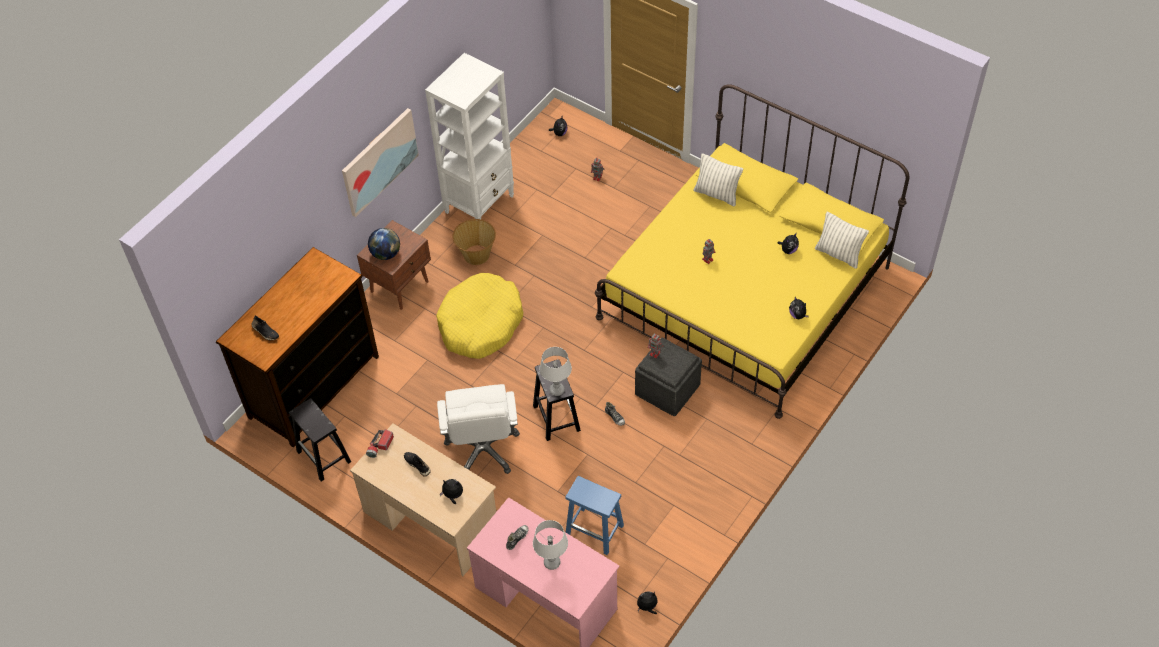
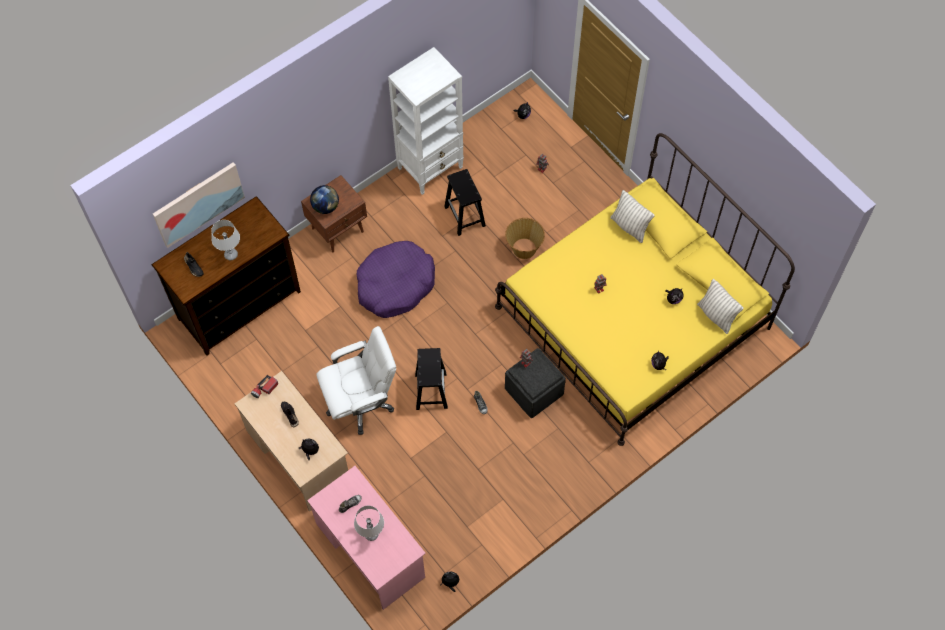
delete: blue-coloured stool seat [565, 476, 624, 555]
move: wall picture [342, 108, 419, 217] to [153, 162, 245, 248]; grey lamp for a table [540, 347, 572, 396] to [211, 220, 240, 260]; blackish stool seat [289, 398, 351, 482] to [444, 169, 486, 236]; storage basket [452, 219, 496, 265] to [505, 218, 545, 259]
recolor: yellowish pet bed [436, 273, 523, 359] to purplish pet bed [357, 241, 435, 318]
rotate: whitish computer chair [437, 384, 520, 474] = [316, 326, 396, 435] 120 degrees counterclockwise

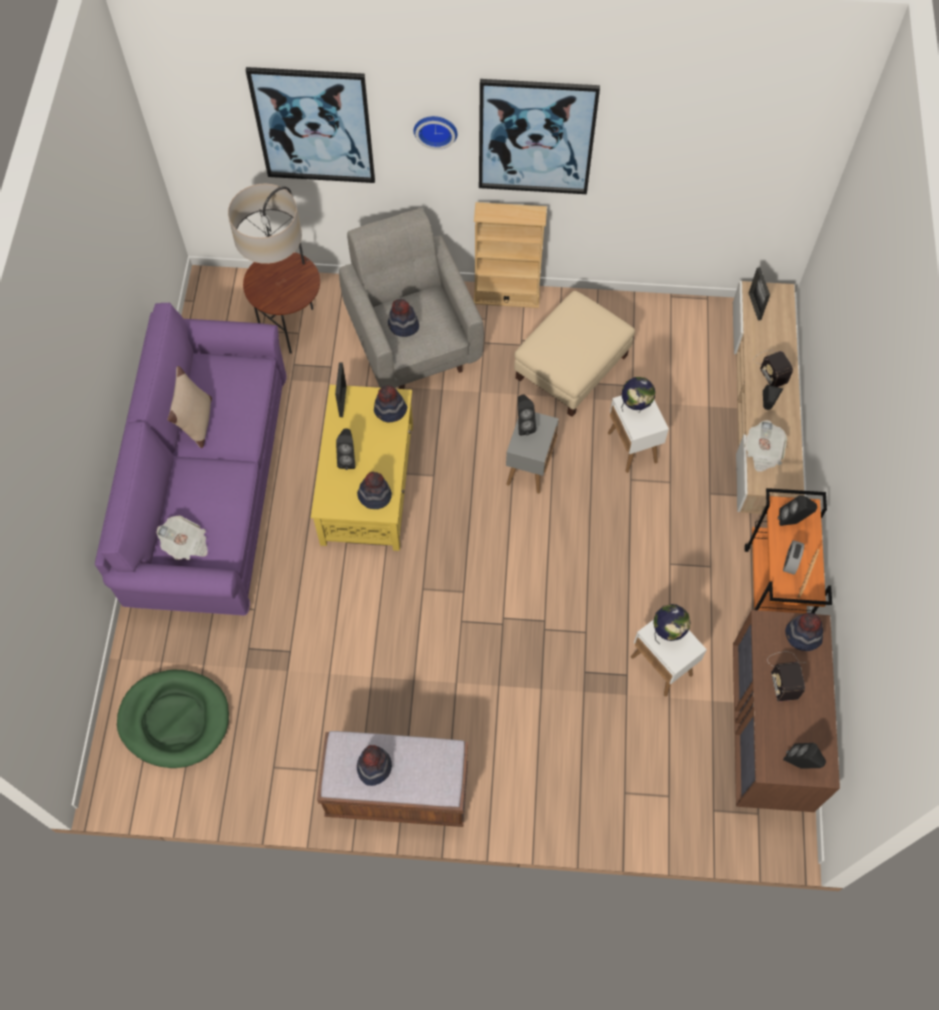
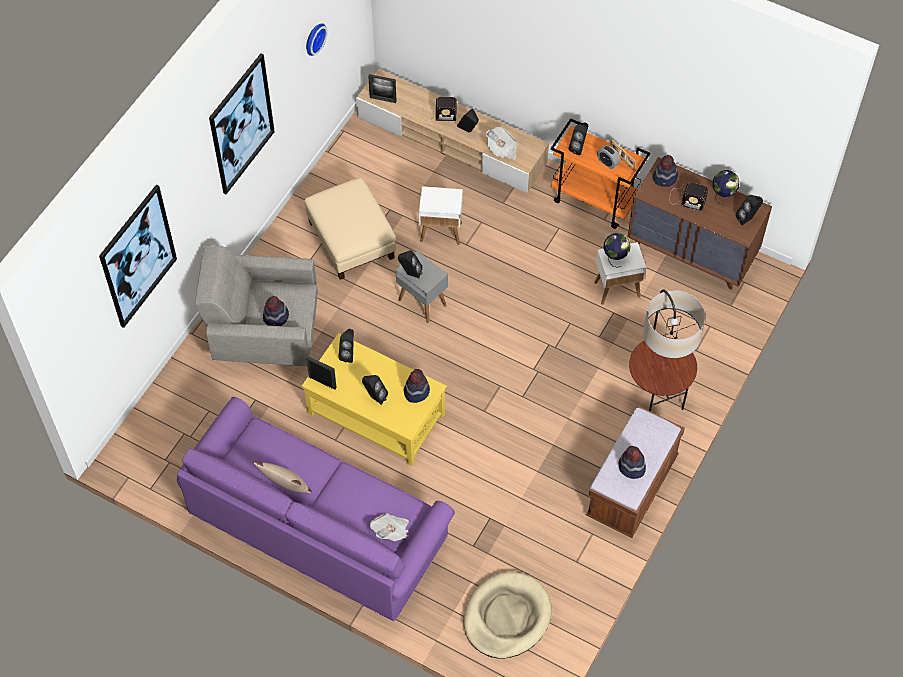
delete: sand-coloured shelving unit [474, 202, 547, 308]
move: wall clock [414, 116, 458, 150] to [306, 23, 328, 56]; standing lamp [228, 183, 320, 354] to [629, 289, 705, 412]; desk globe [621, 377, 655, 413] to [713, 170, 739, 205]
replace: hat [374, 385, 407, 423] to blackish audio speaker [338, 329, 354, 363]
recolor: green-coloured pet bed [117, 670, 229, 768] to sand-coloured pet bed [463, 571, 552, 659]

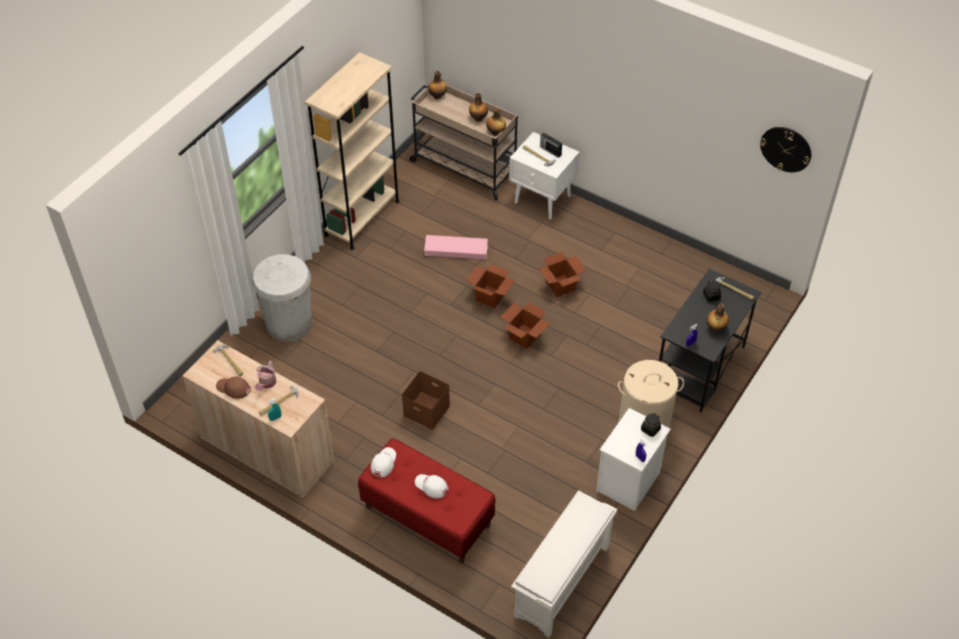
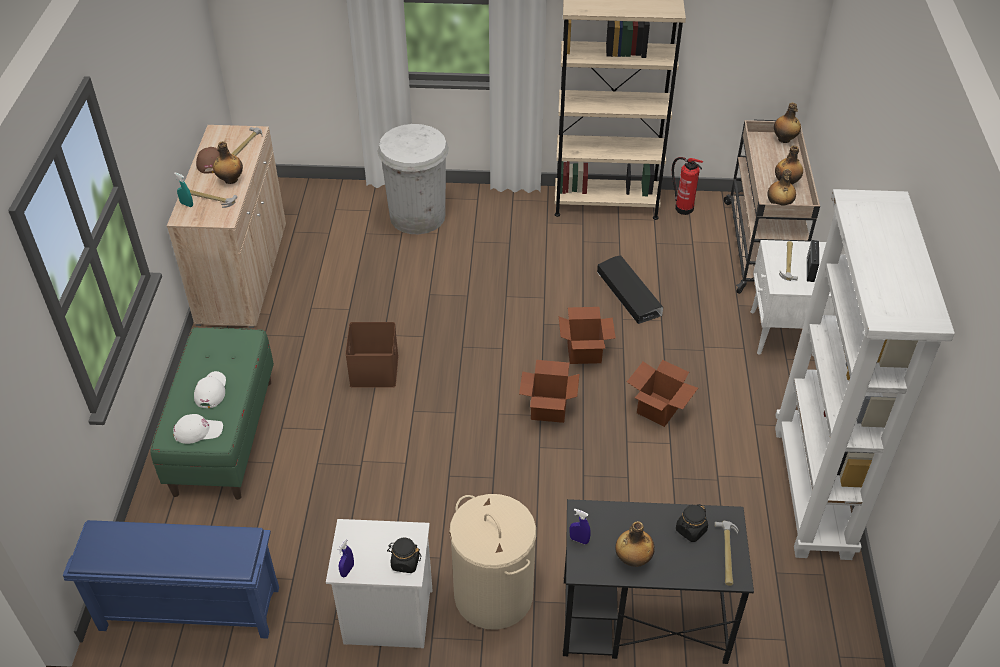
delete: wall clock [760, 127, 811, 172]
insert: fire extinguisher [672, 157, 703, 215]; whitish shelving unit [775, 189, 955, 560]
move: whitish cap [371, 447, 396, 477] to [173, 414, 223, 444]
replace: watering pot [255, 361, 276, 391] to drink bottle [213, 141, 243, 184]
recolor: whitish shoe rack [511, 490, 617, 638] to blue-coloured shoe rack [63, 520, 279, 639]; reddish indoor bench [358, 438, 495, 563] to green-coloured indoor bench [150, 327, 274, 500]; pinkish storage bin [424, 235, 488, 260] to blackish storage bin [597, 255, 663, 324]

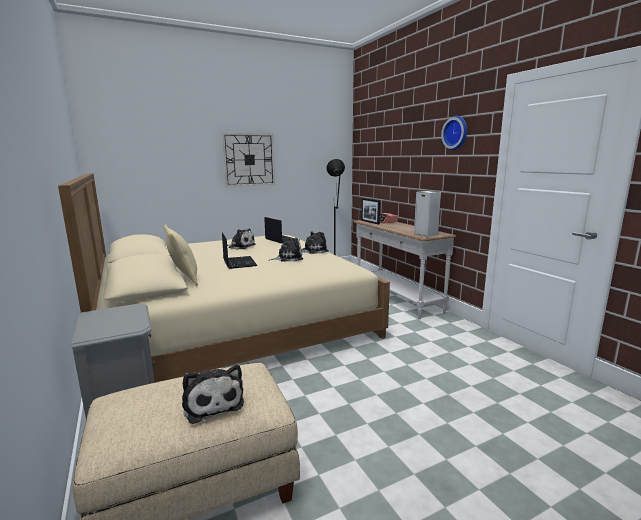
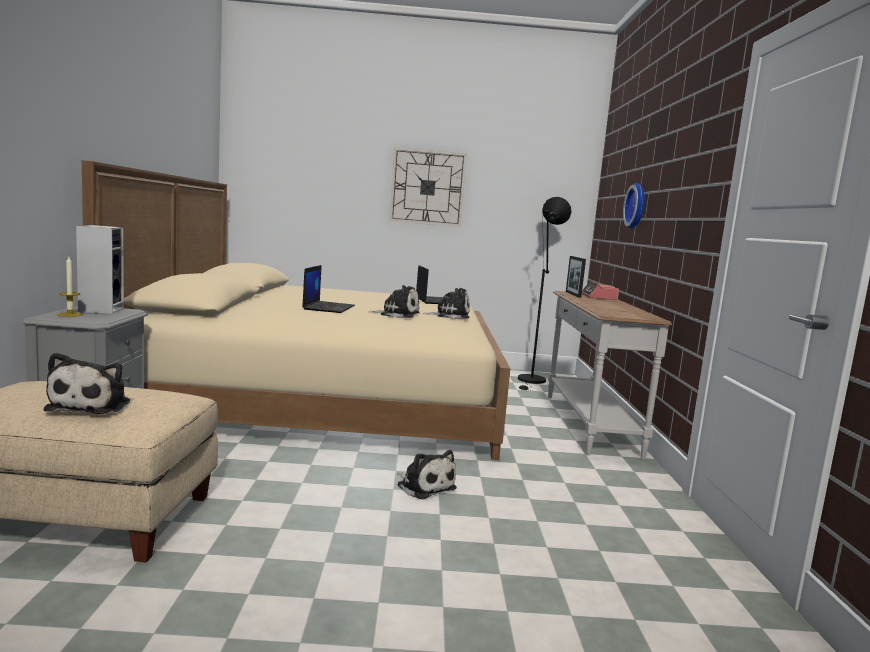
delete: sand-coloured throw pillow [164, 224, 198, 286]
insert: wax candle [57, 257, 83, 317]
move: audio speaker [414, 191, 441, 237] to [76, 225, 124, 314]; cuddly toy [227, 229, 256, 250] to [397, 450, 457, 500]; wall clock [441, 116, 467, 150] to [623, 183, 645, 229]

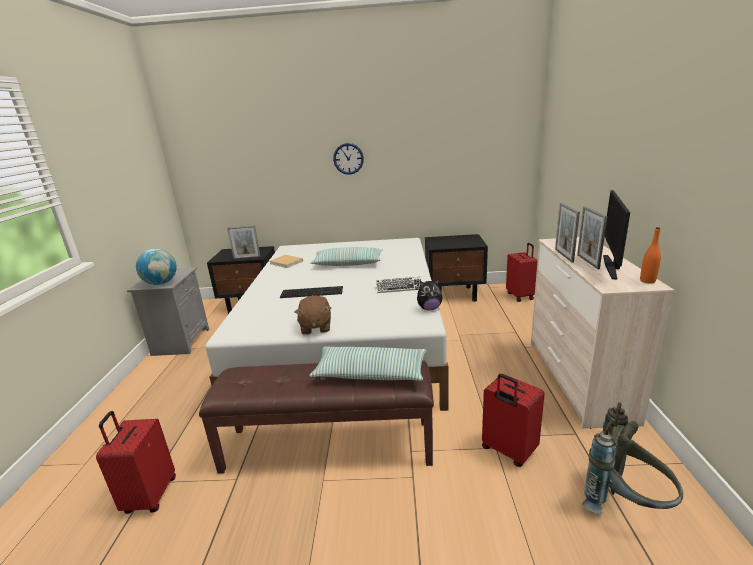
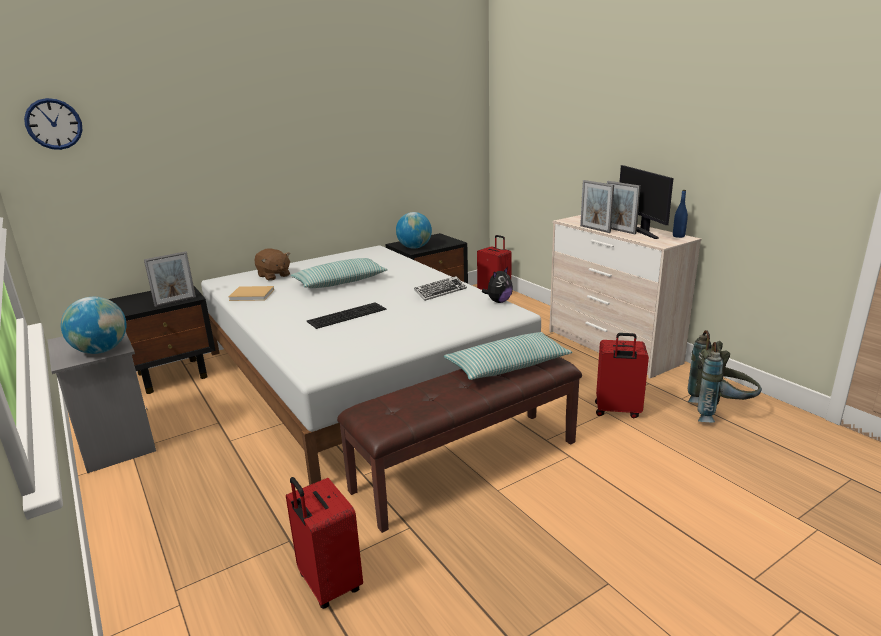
insert: desk globe [396, 212, 432, 249]
move: wall clock [333, 143, 364, 175] to [24, 98, 82, 150]; brown-coloured cuddly toy [294, 295, 331, 335] to [255, 249, 290, 281]
recolor: orangey drink bottle [640, 227, 661, 283] to blue-coloured drink bottle [673, 190, 688, 238]

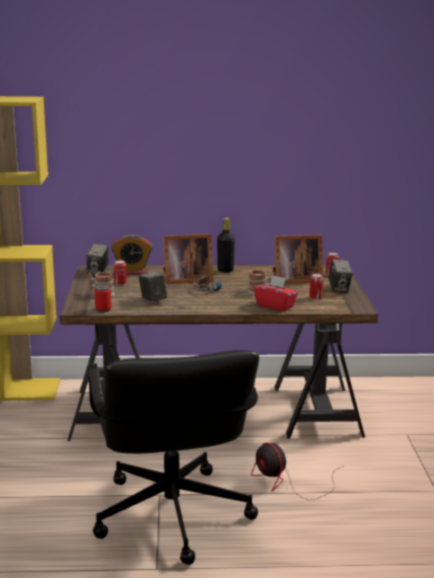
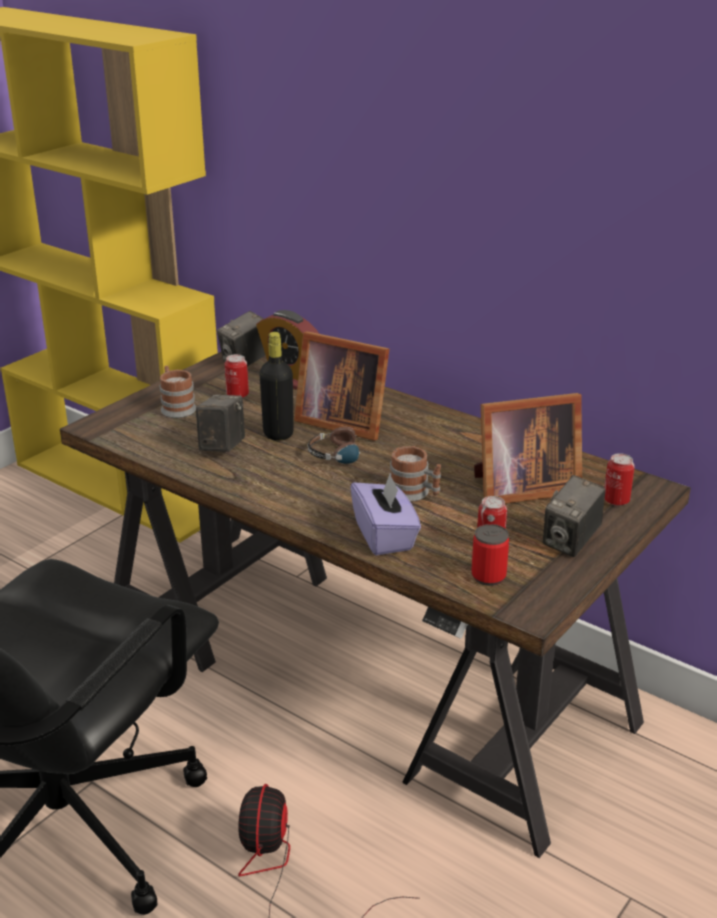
move: blackish drink bottle [217, 218, 235, 273] to [259, 332, 294, 441]; can [95, 284, 112, 312] to [471, 524, 509, 586]
recolor: reddish tissue holder [254, 275, 298, 311] to purplish tissue holder [350, 474, 421, 556]
rotate: photo frame [273, 235, 323, 284] = [474, 393, 582, 504] 45 degrees counterclockwise

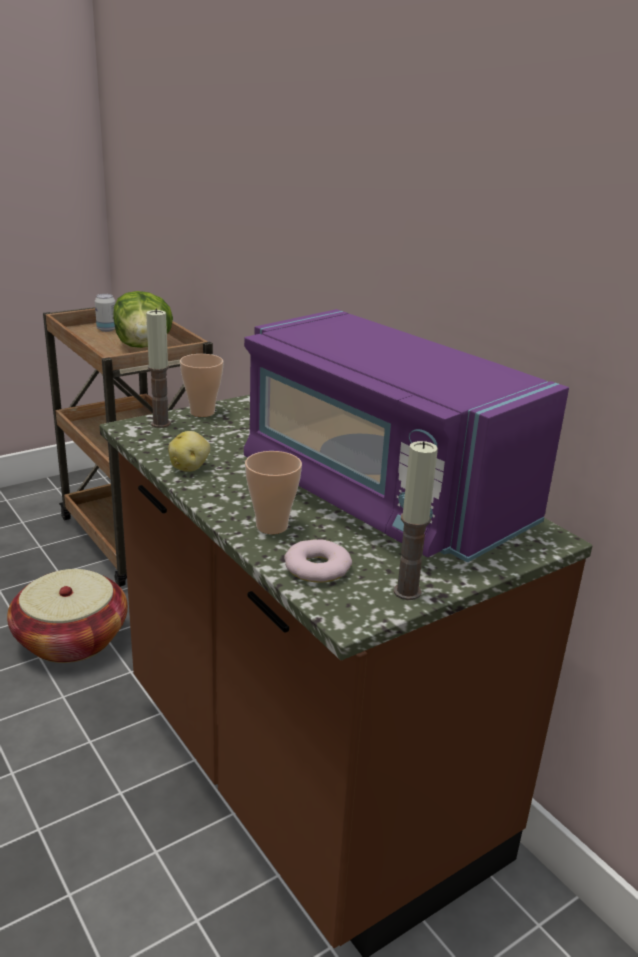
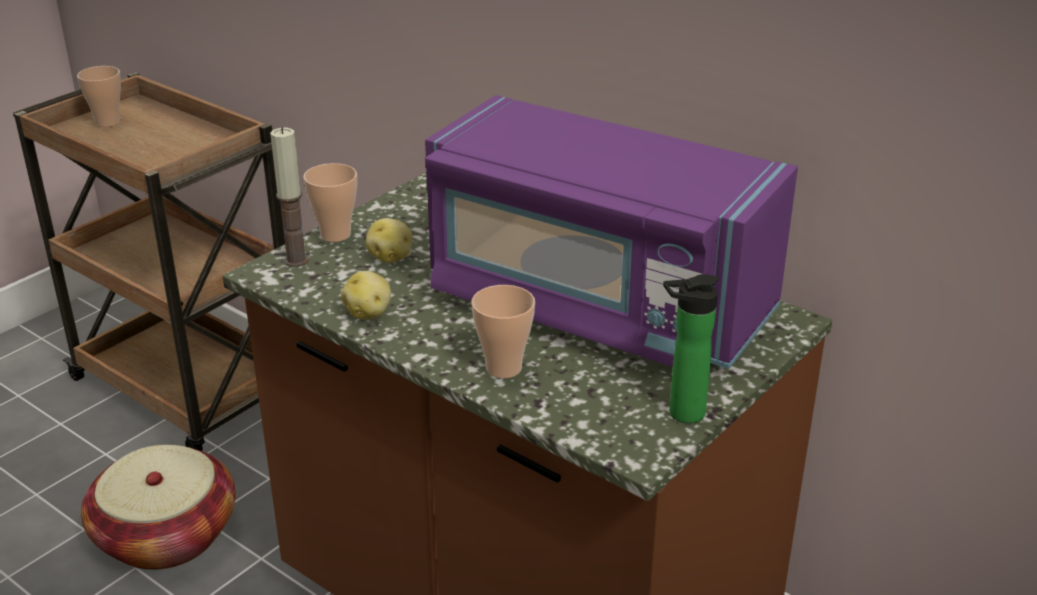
delete: lettuce [113, 291, 173, 348]; donut [284, 539, 352, 583]
insert: potato [366, 218, 413, 263]
replace: can [95, 294, 115, 332] to drinking cup [77, 66, 121, 127]; wax candle [394, 441, 438, 600] to drink bottle [663, 274, 719, 423]

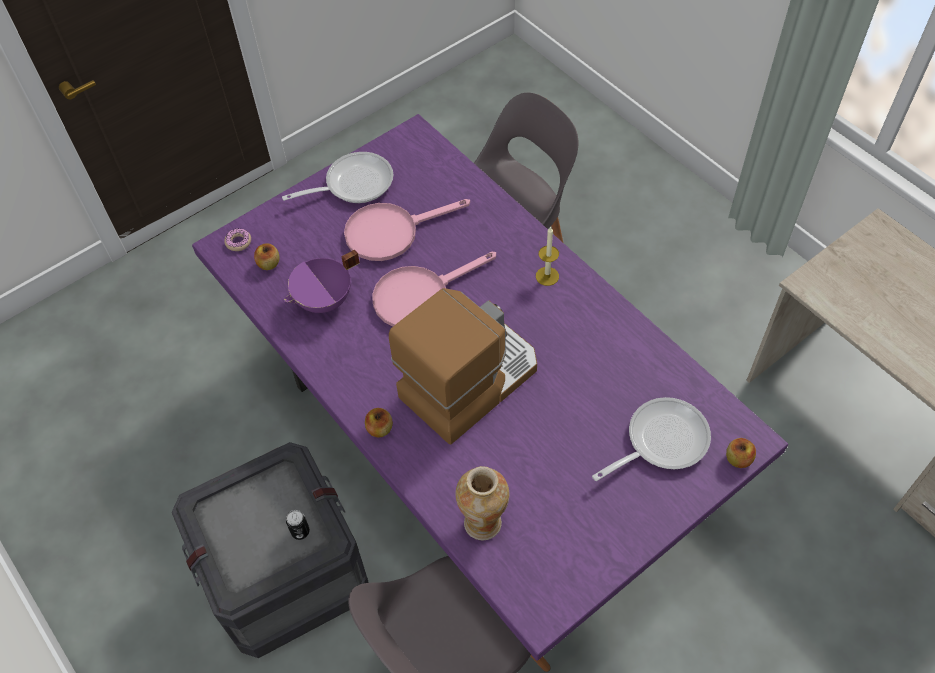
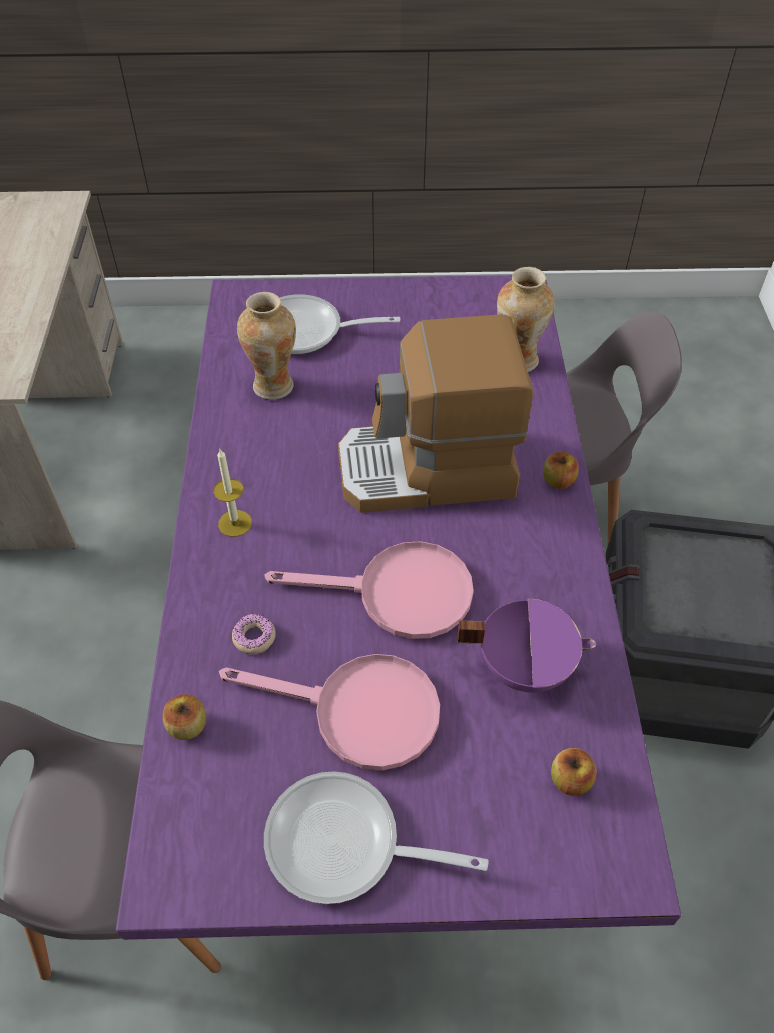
delete: can [286, 510, 310, 540]
insert: vase [237, 292, 296, 400]
move: apple fruit [726, 438, 756, 468] to [163, 694, 206, 740]; donut [224, 229, 251, 251] to [232, 614, 276, 654]

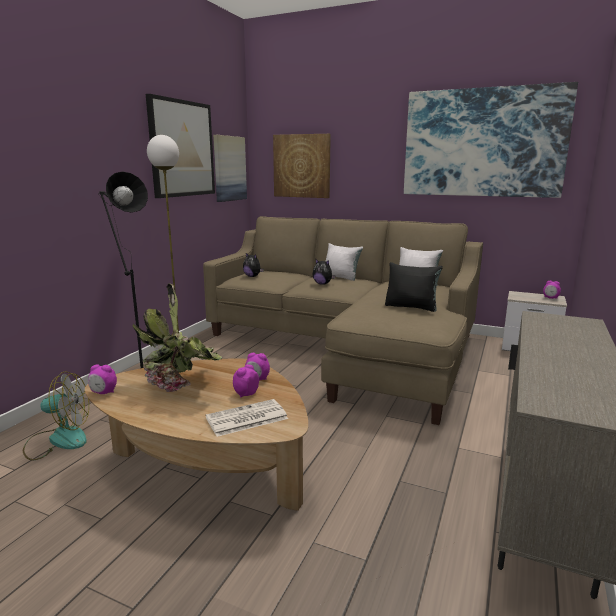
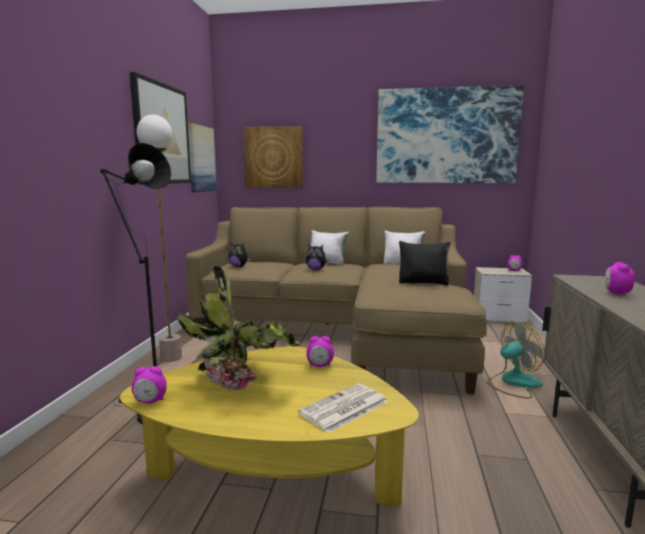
move: electric fan [23, 371, 89, 461] to [487, 322, 545, 399]; table clock [233, 364, 259, 398] to [605, 262, 635, 296]
recolor: brown-coloured coffee table [85, 359, 308, 511] to yellowish coffee table [120, 346, 419, 506]

